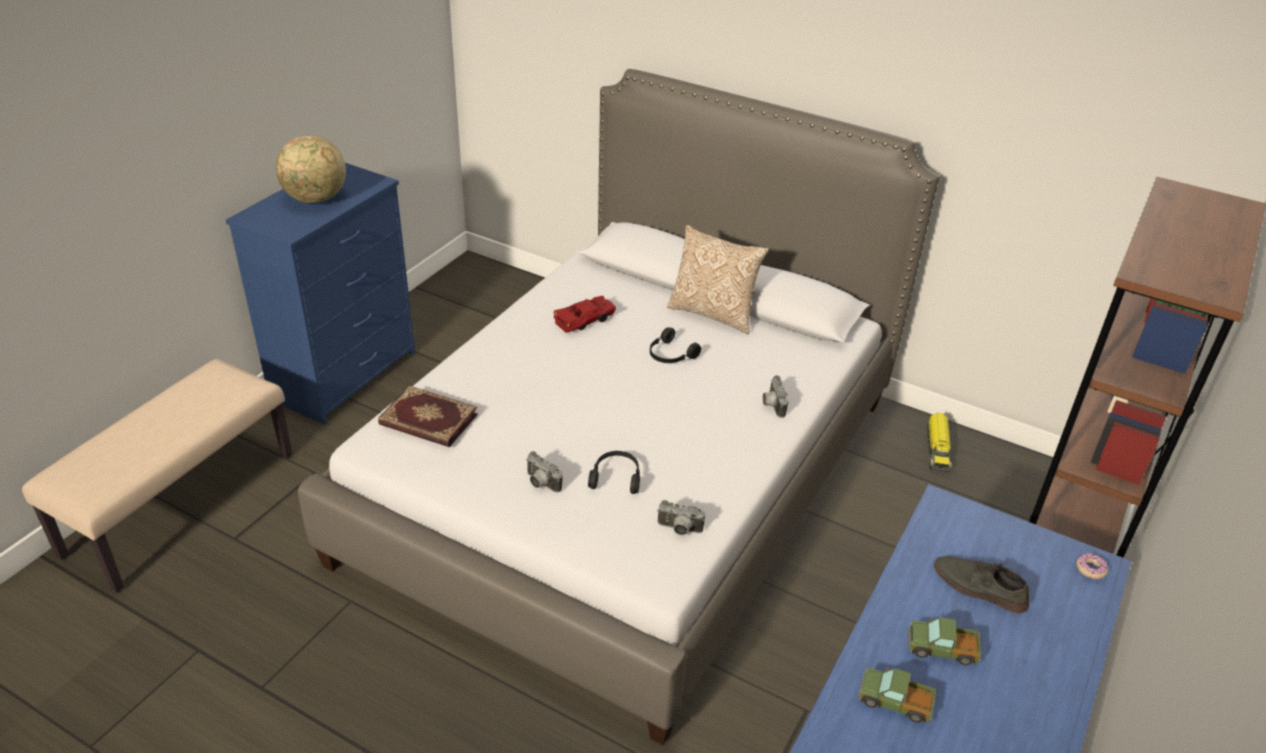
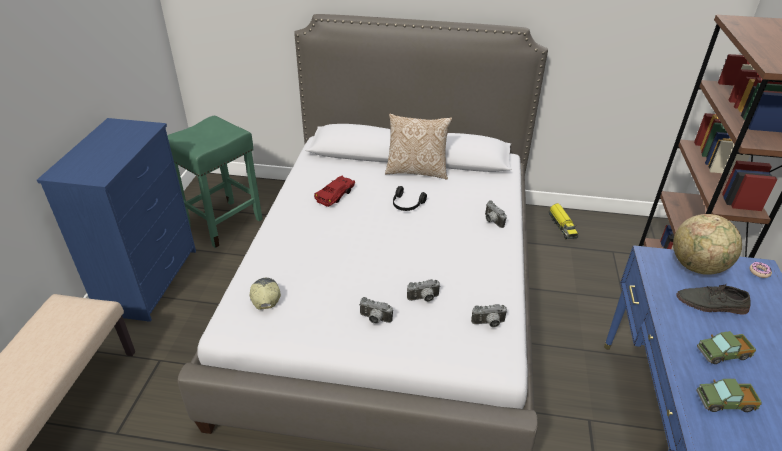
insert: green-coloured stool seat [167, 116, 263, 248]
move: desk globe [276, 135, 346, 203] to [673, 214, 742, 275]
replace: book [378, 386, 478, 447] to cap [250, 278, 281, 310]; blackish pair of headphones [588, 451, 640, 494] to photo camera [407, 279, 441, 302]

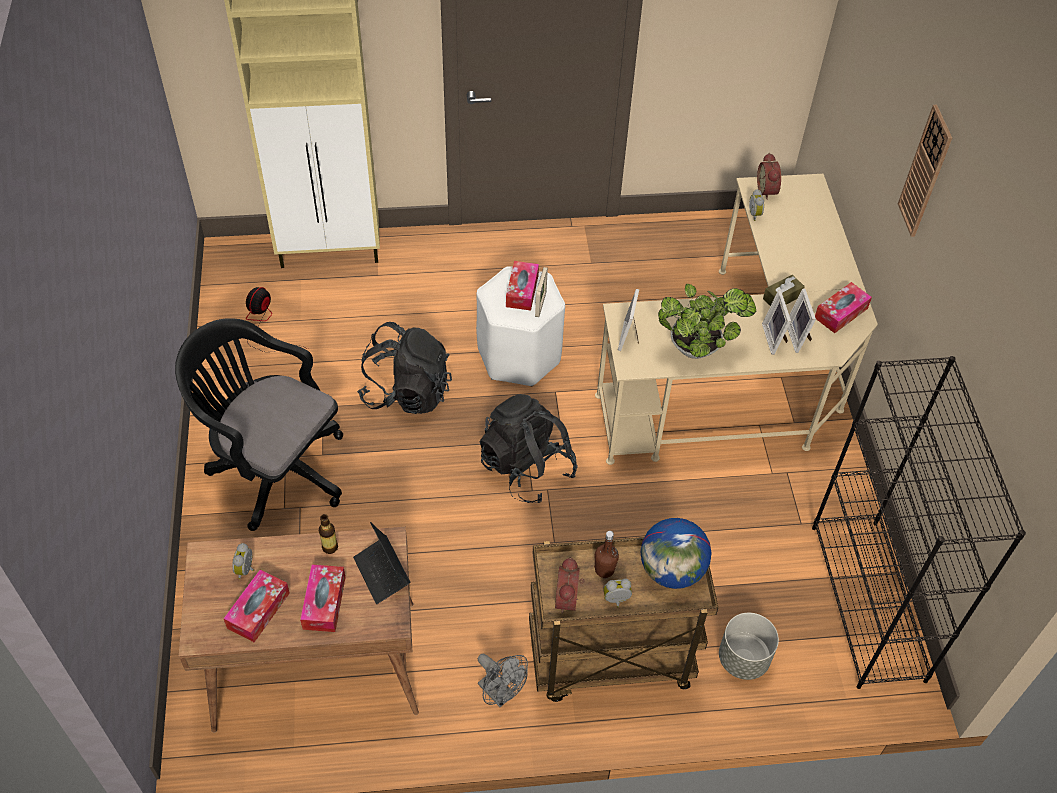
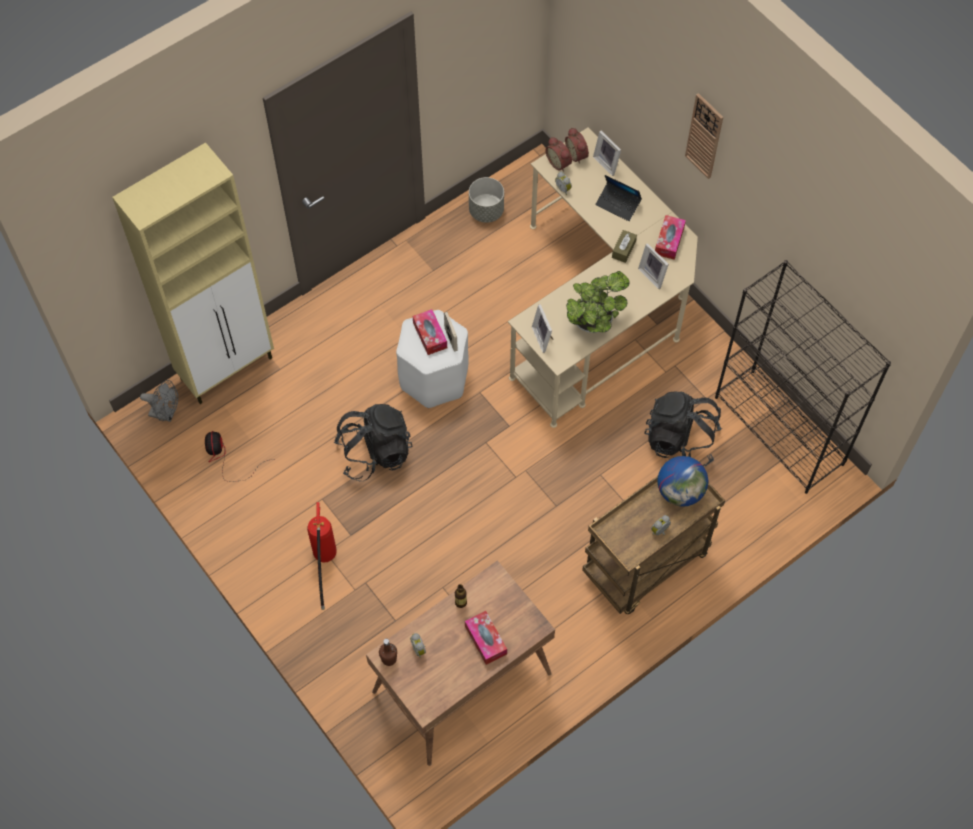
delete: tissue holder [223, 570, 290, 642]
move: grey electric fan [478, 654, 528, 707] to [140, 380, 178, 422]; brown-coloured drink bottle [594, 531, 619, 578] to [379, 639, 397, 666]; grey planter [719, 613, 779, 680] to [469, 177, 504, 223]; table clock [555, 557, 585, 614] to [565, 127, 589, 164]; photo frame [762, 290, 791, 355] to [593, 131, 621, 176]; laptop [353, 522, 410, 604] to [595, 175, 642, 221]; blackish rucksack [480, 394, 577, 503] to [644, 392, 722, 466]
replace: blackish computer chair [175, 318, 343, 531] to fire extinguisher [307, 502, 337, 610]

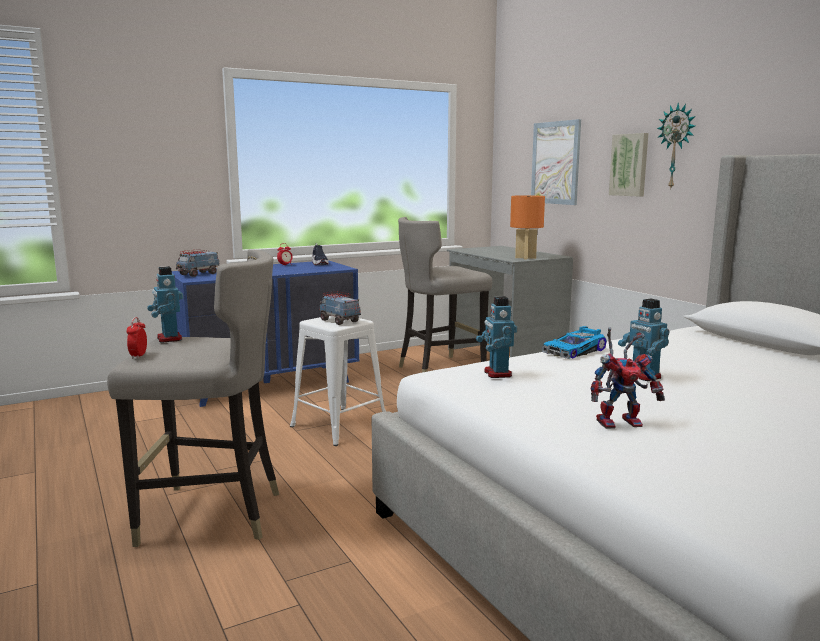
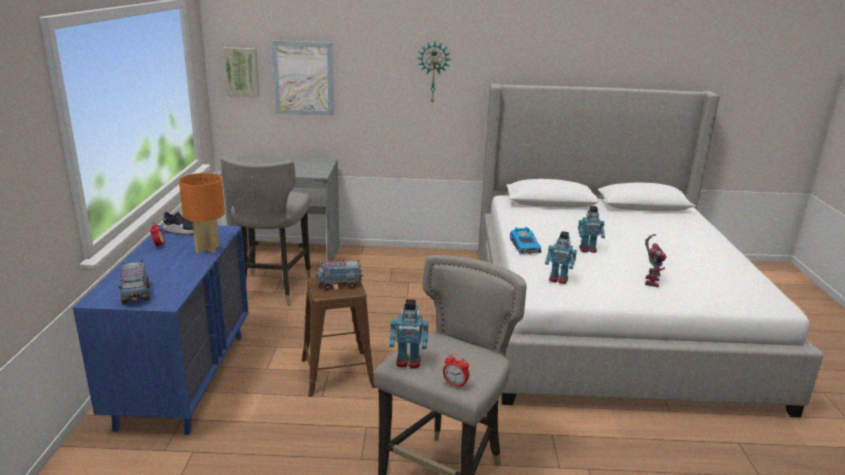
move: orangey lamp for a table [510, 195, 545, 260] to [179, 173, 225, 253]; wall picture [609, 133, 648, 197] to [223, 47, 259, 97]
recolor: whitish stool seat [290, 316, 386, 446] to brown-coloured stool seat [302, 277, 375, 397]

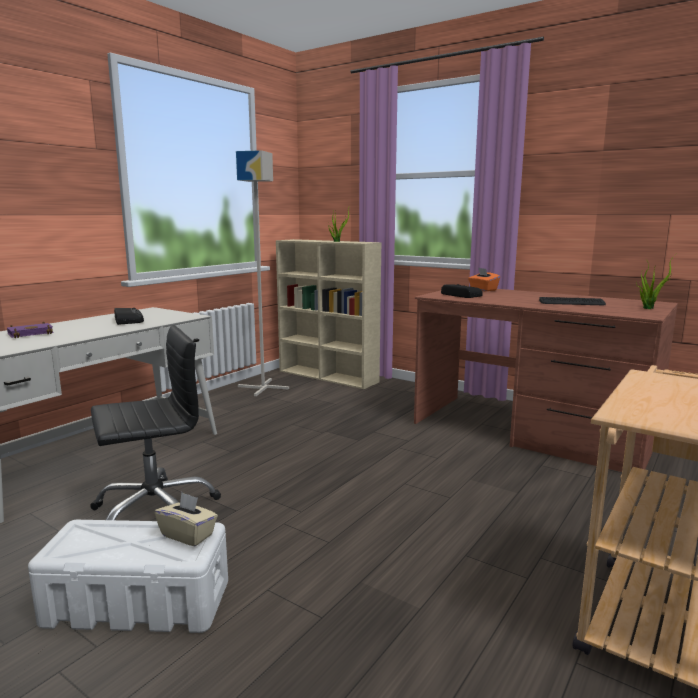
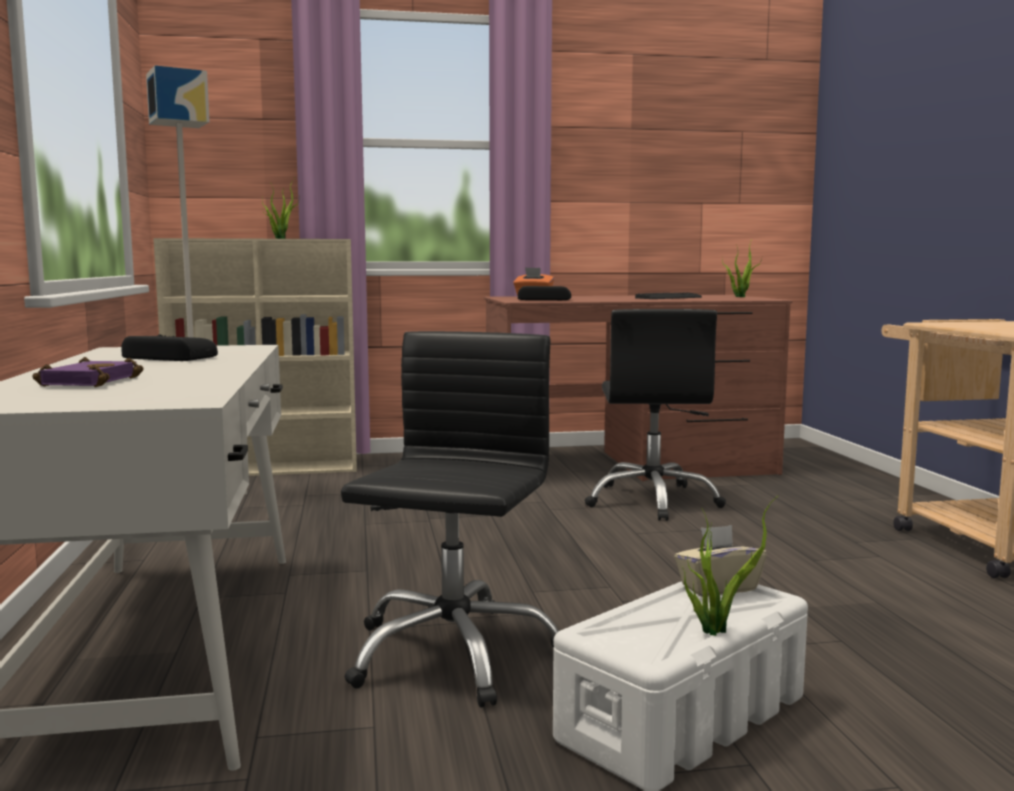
insert: blackish computer chair [585, 309, 726, 521]; plant in a pot [683, 495, 779, 636]

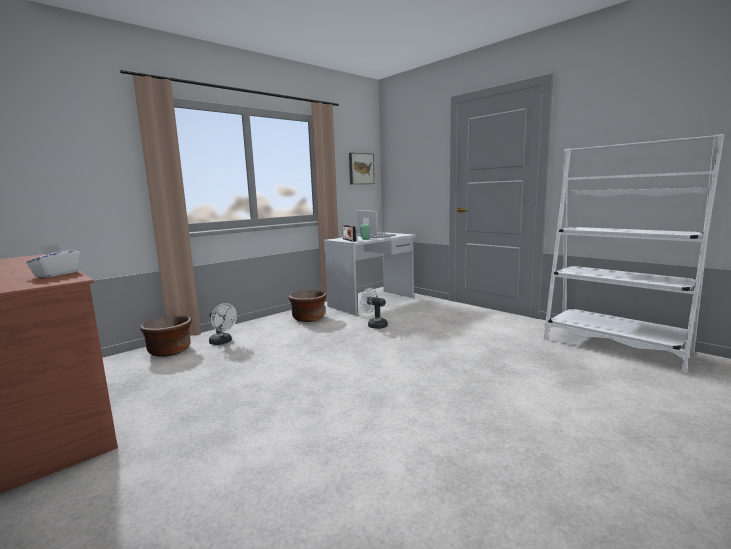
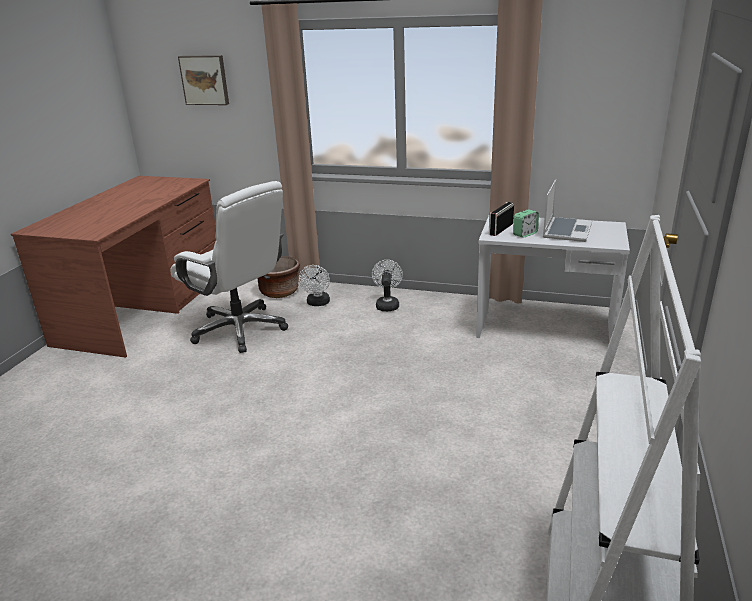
delete: whitish tissue holder [26, 243, 81, 277]; brown-coloured planter [289, 290, 327, 322]
insert: whitish computer chair [171, 181, 288, 353]
move: wall picture [349, 153, 374, 184] to [178, 55, 229, 105]; whitish electric fan [360, 288, 388, 329] to [372, 260, 403, 311]

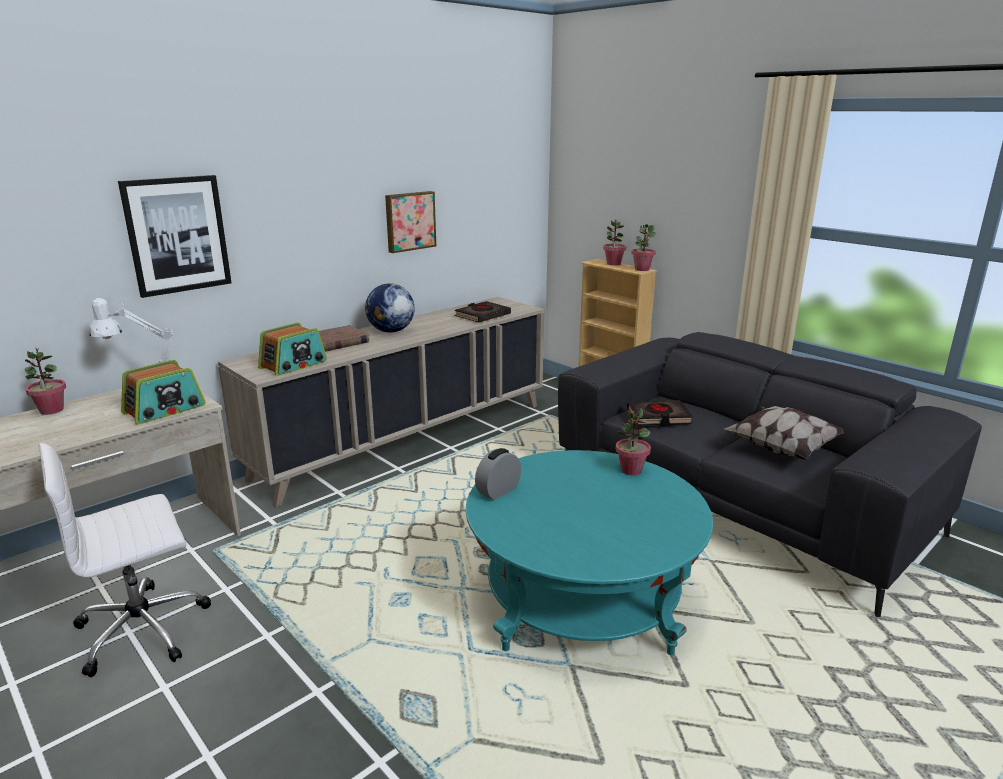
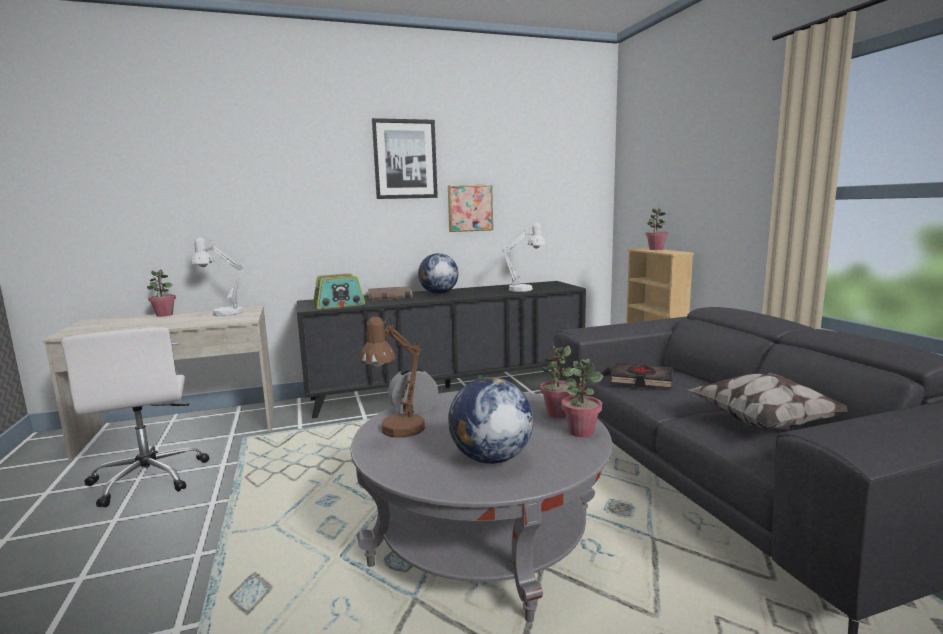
delete: radio set [121, 360, 206, 425]
insert: brown-coloured lamp for a table [359, 317, 425, 438]; desk globe [448, 377, 533, 464]
move: wall picture [118, 175, 232, 298] to [372, 118, 438, 199]; plant in a pot [631, 224, 656, 271] to [561, 359, 603, 437]
replace: blackish book [455, 301, 511, 323] to whitish lamp for a table [502, 223, 546, 292]
recolor: sand-coloured cabinet [218, 297, 544, 507] to blackish cabinet [297, 281, 586, 418]; turquoise-coloured coffee table [466, 450, 713, 655] to grey coffee table [351, 391, 612, 622]
rotate: whitish computer chair [38, 443, 211, 677] = [61, 327, 210, 507] 105 degrees counterclockwise

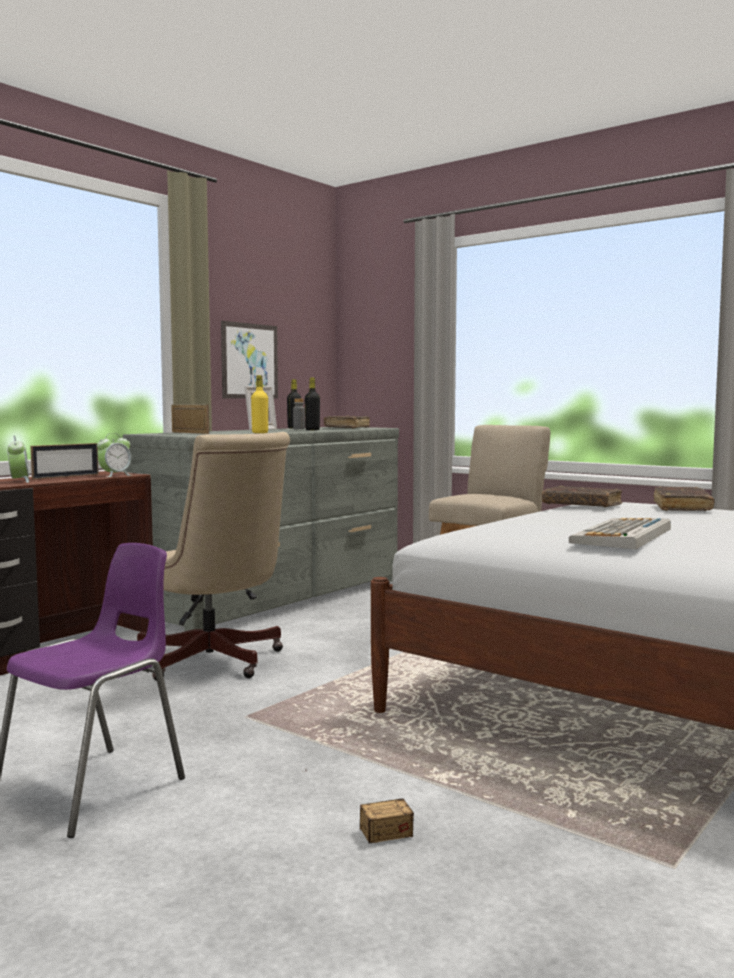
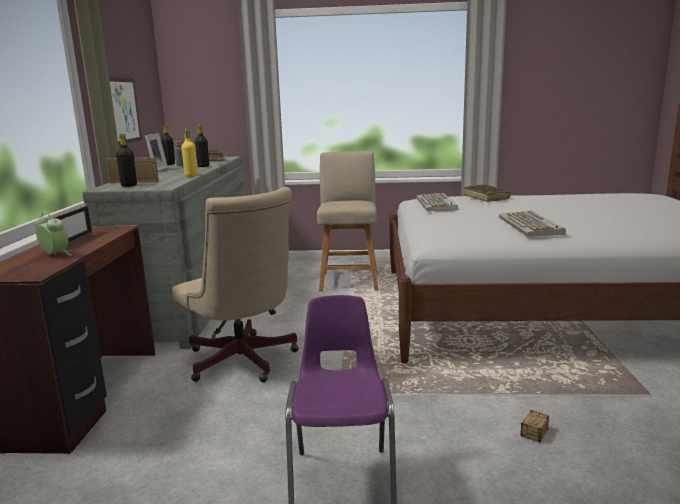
delete: table clock [97, 433, 131, 477]
insert: blackish drink bottle [116, 134, 137, 187]
replace: brown-coloured book [542, 486, 622, 507] to computer keyboard [416, 193, 458, 211]
rotate: sand-coloured computer chair [137, 432, 290, 681] = [172, 187, 299, 382] 45 degrees clockwise

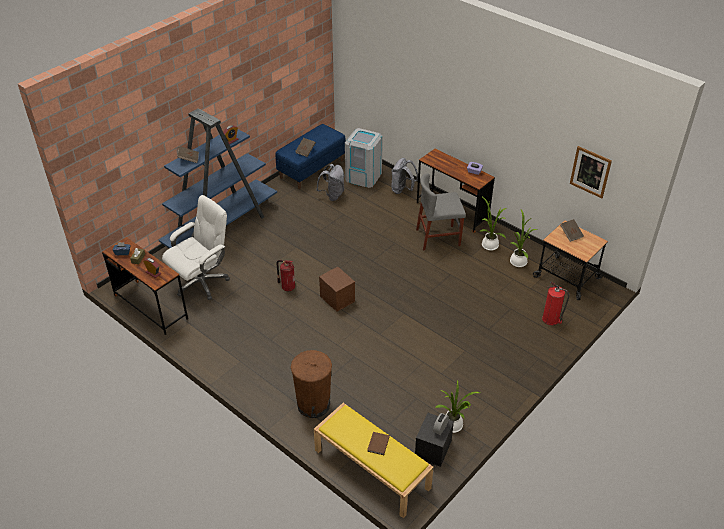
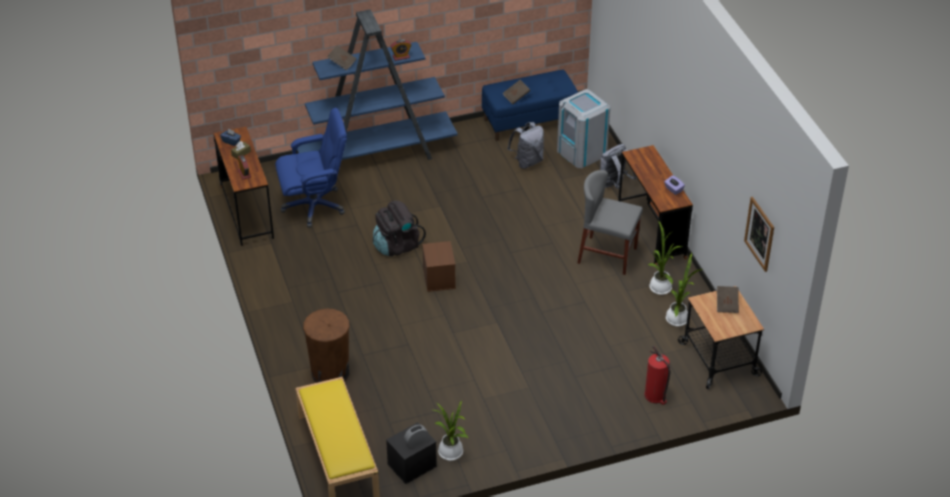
delete: brown-coloured book [367, 432, 390, 455]
replace: fire extinguisher [277, 260, 295, 291] to blackish rucksack [373, 201, 426, 256]
recolor: whitish computer chair [162, 195, 230, 300] to blue-coloured computer chair [275, 108, 347, 228]

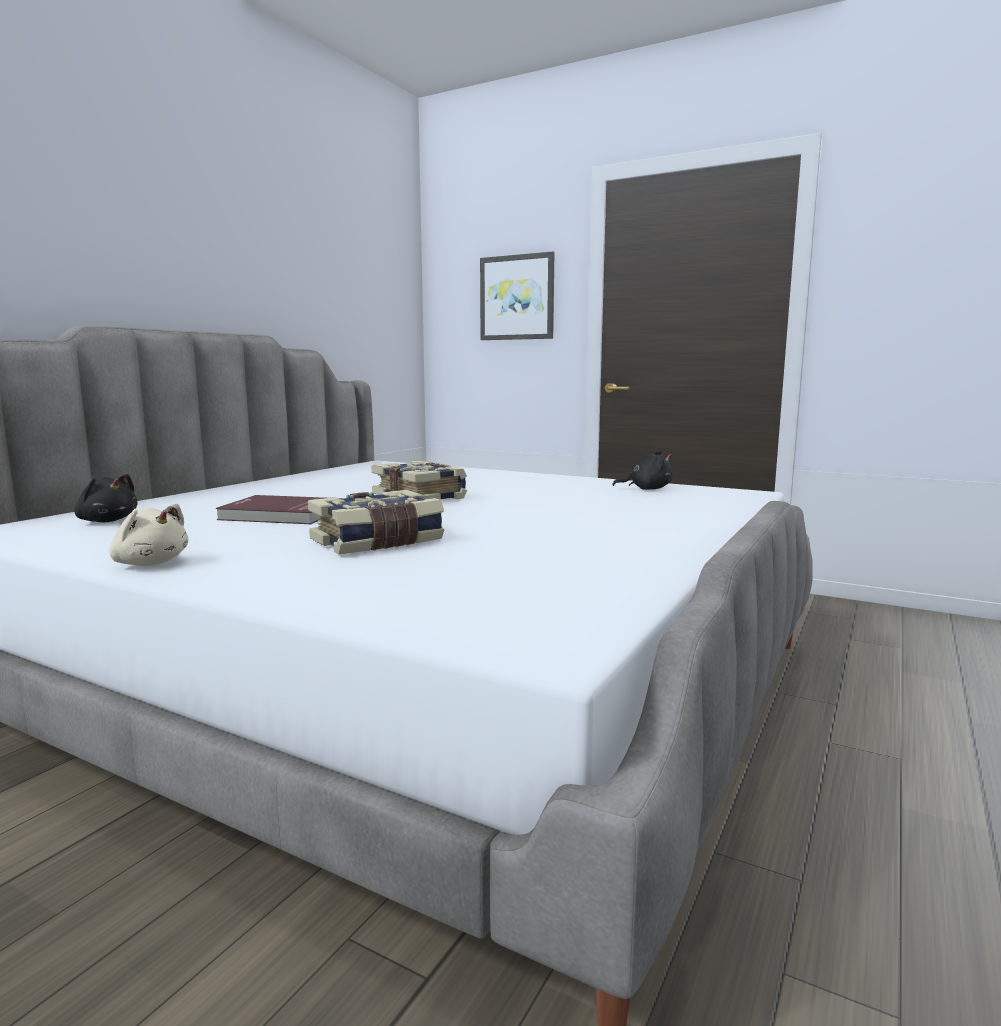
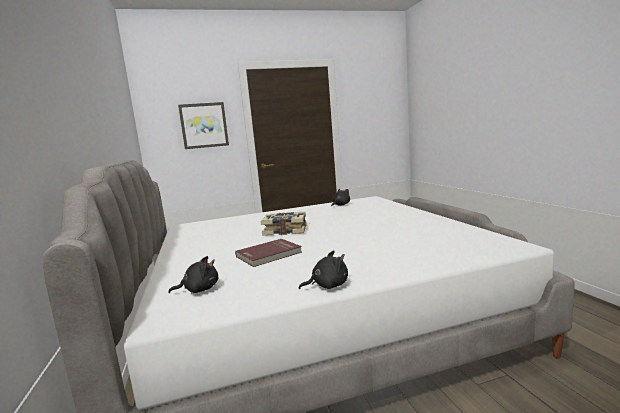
delete: book [308, 490, 444, 554]
recolor: sand-coloured cuddly toy [109, 503, 188, 566] to blackish cuddly toy [299, 250, 348, 289]

